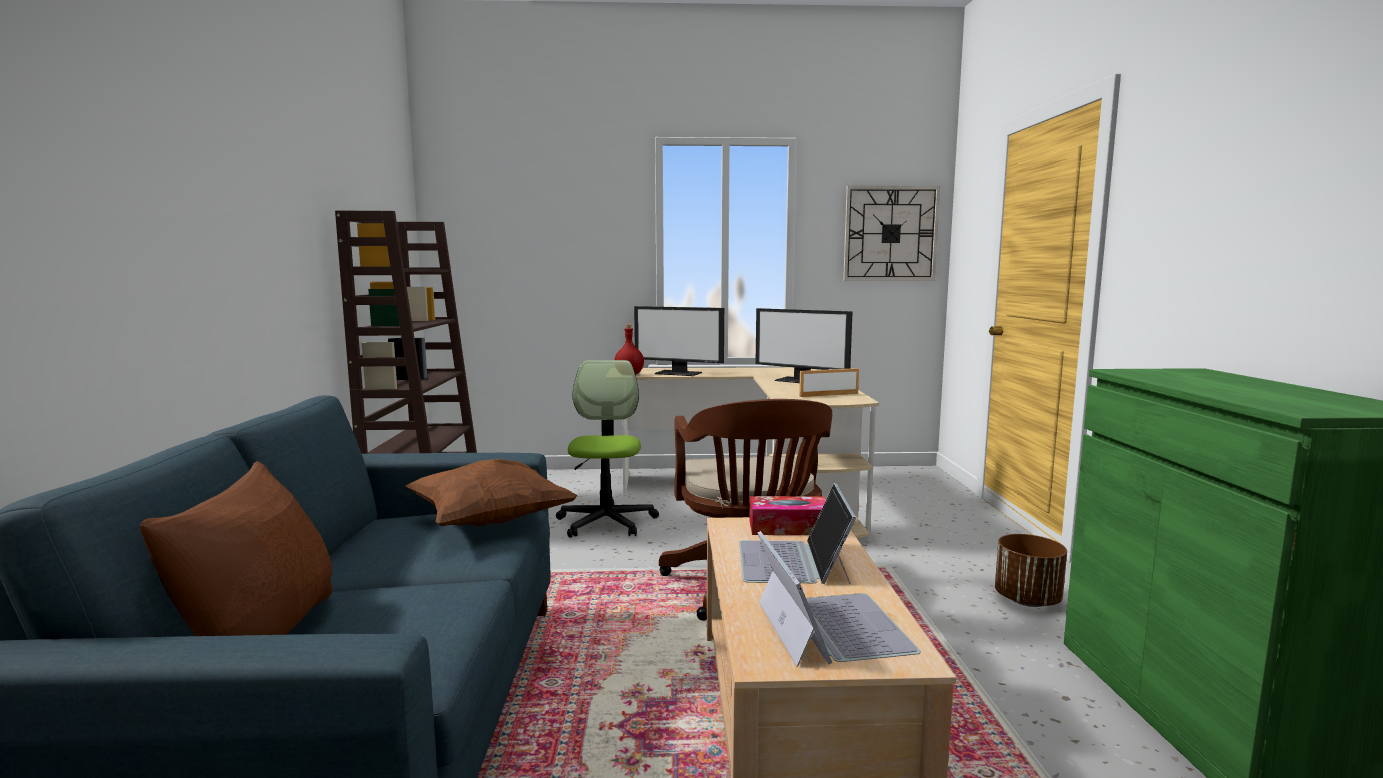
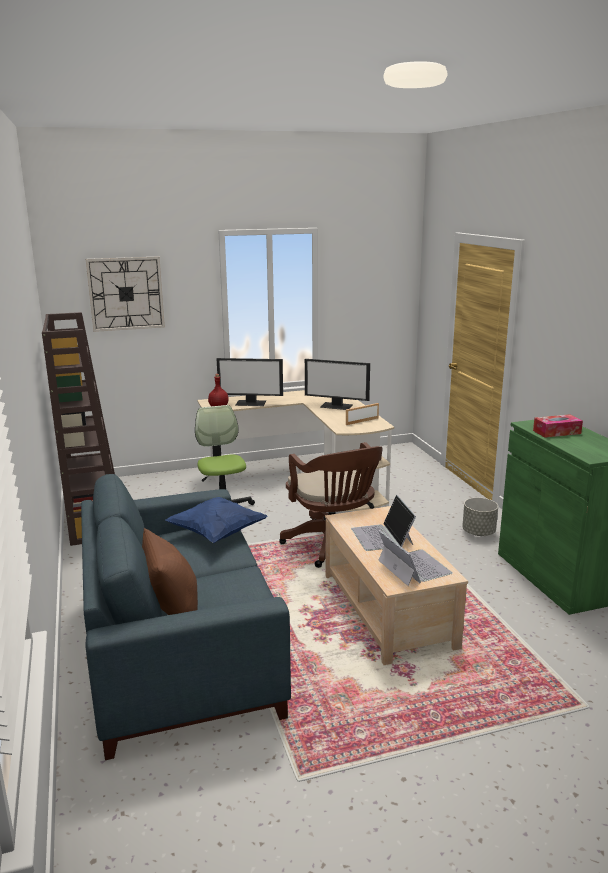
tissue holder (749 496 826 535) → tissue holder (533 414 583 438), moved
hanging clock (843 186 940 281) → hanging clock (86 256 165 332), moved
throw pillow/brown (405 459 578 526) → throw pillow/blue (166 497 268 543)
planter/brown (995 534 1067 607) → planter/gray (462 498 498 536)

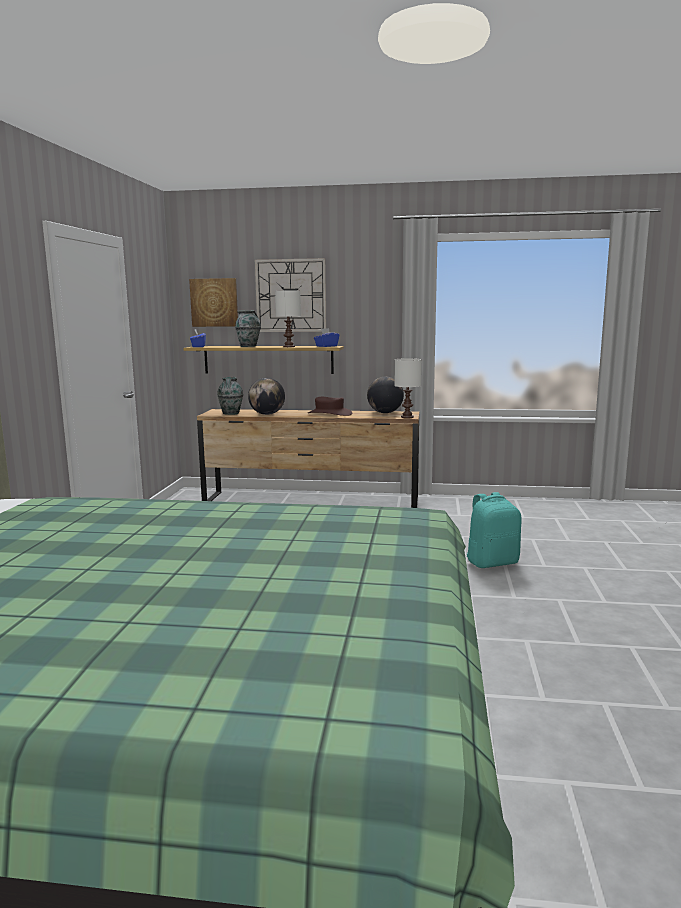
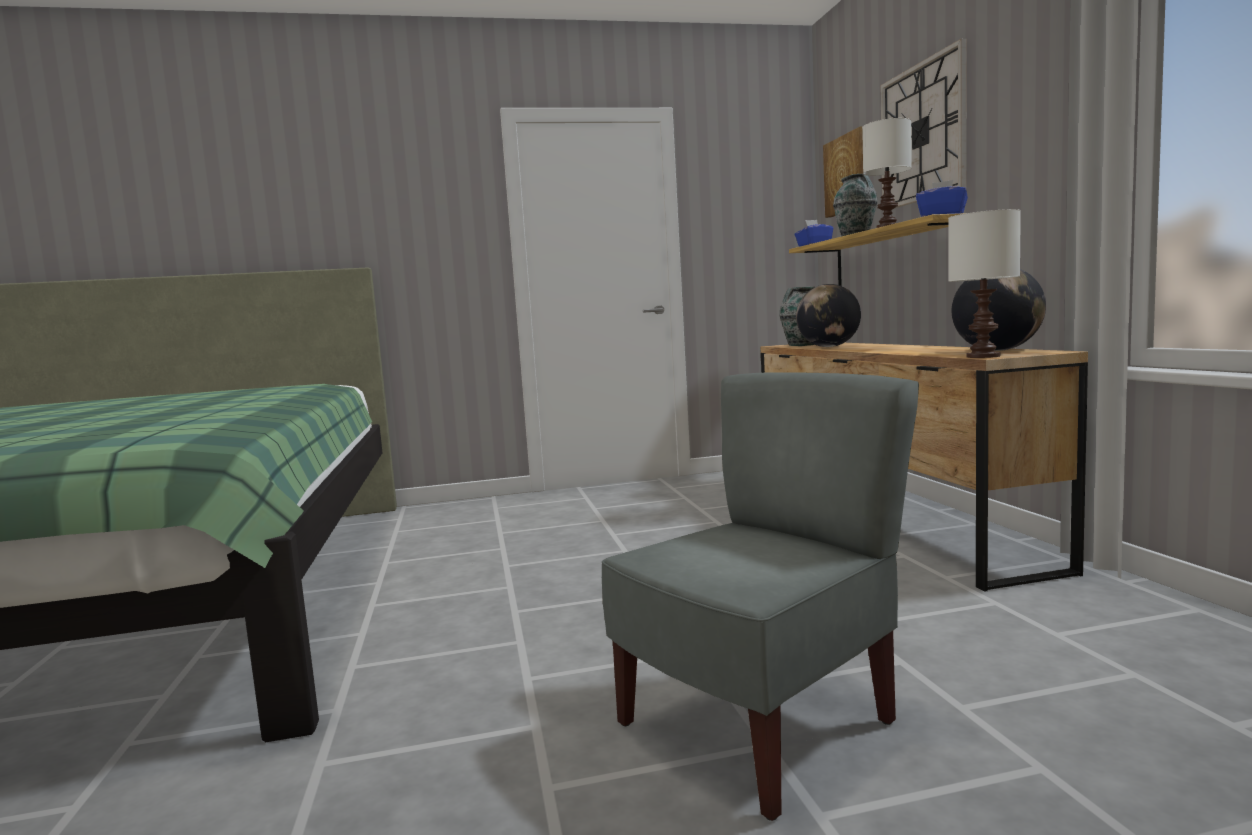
hat/brown (308 397 352 416) → -
rucksack/blue-green (467 492 521 568) → plain chair/gray (602 372 919 821)

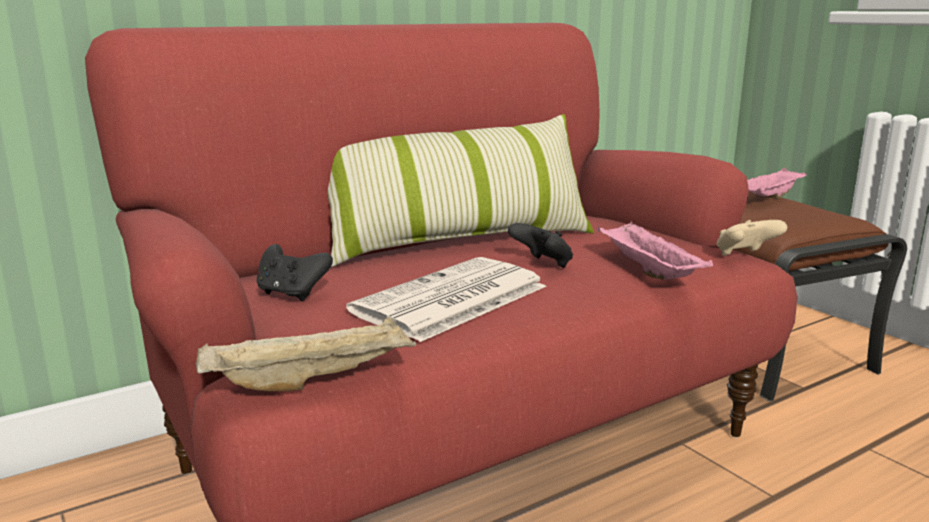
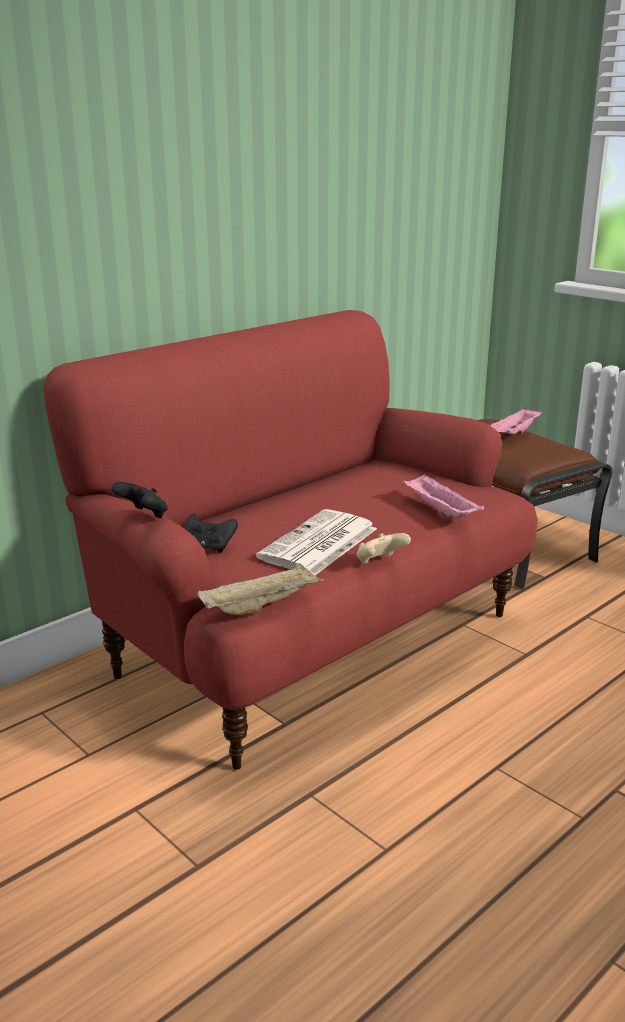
throw pillow (328 114 594 267) → -
joypad/black-coloured (508 223 573 268) → joypad/black-coloured (111 482 168 518), moved
joypad/beige (717 220 787 256) → joypad/beige (357 533 411 564), moved

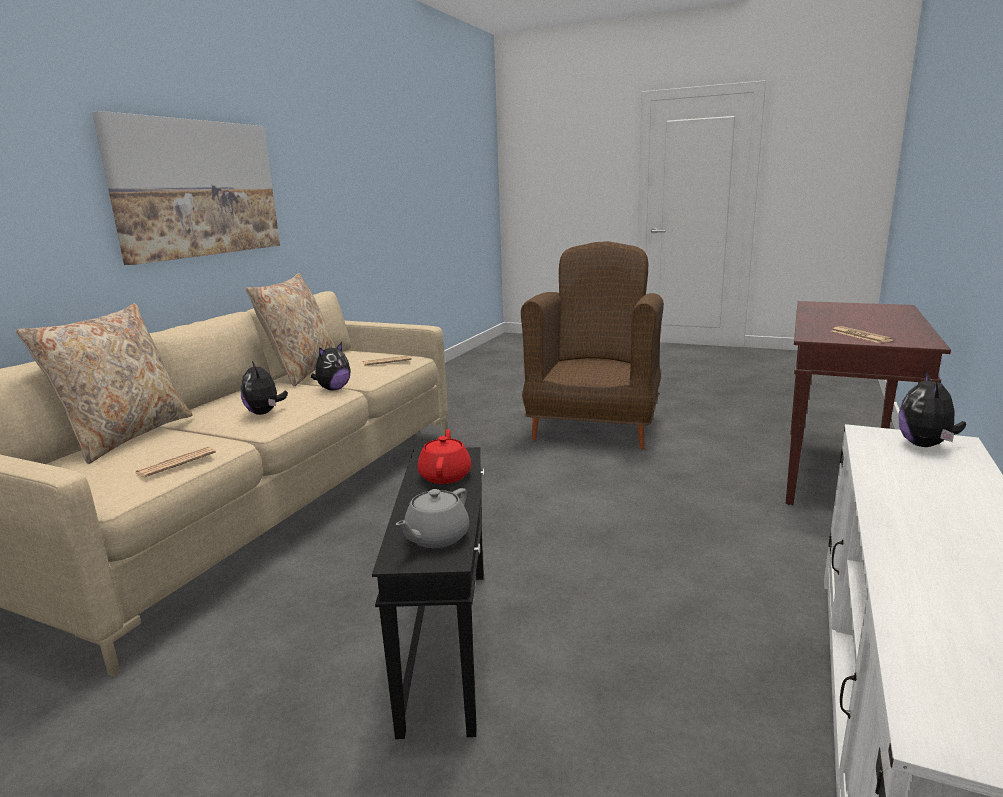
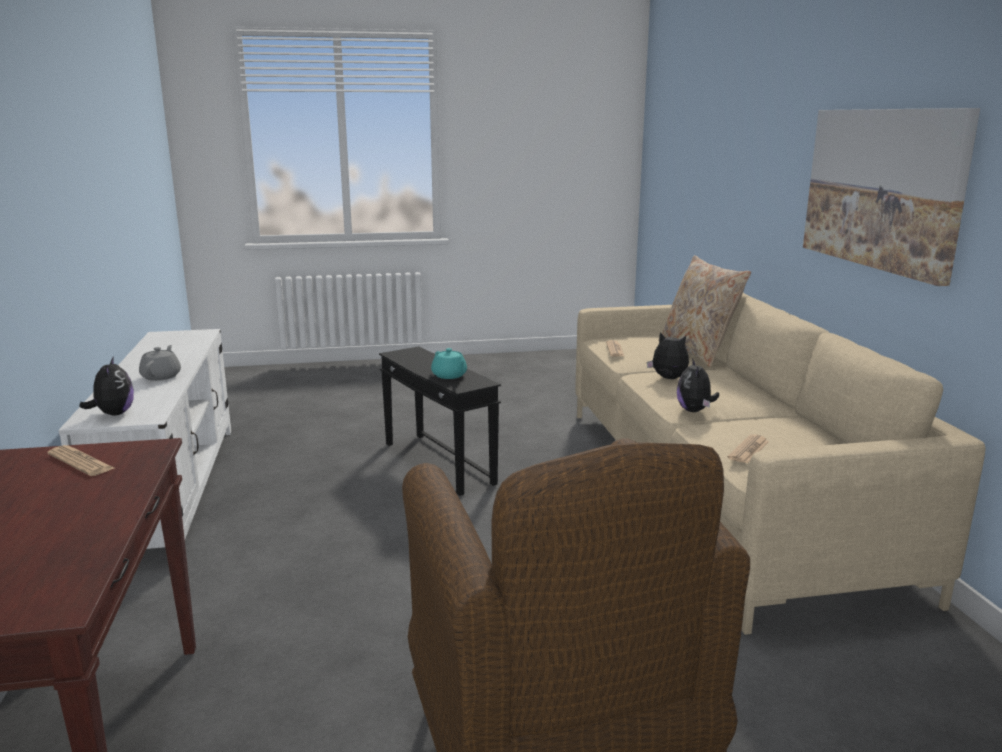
throw pillow/beige (246 273 335 386) → -
teapot/gray (396 488 469 548) → teapot/gray (139 345 181 381), moved
teapot/red-coloured (417 429 472 484) → teapot/blue-green (431 348 467 379)

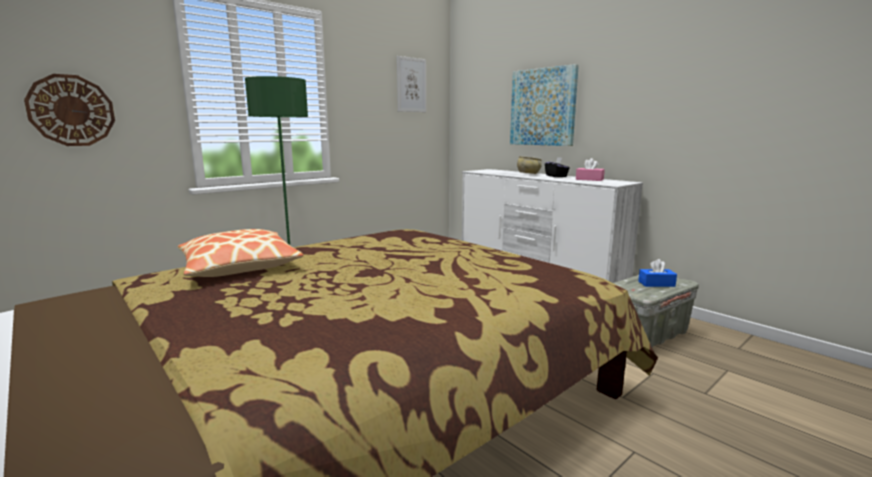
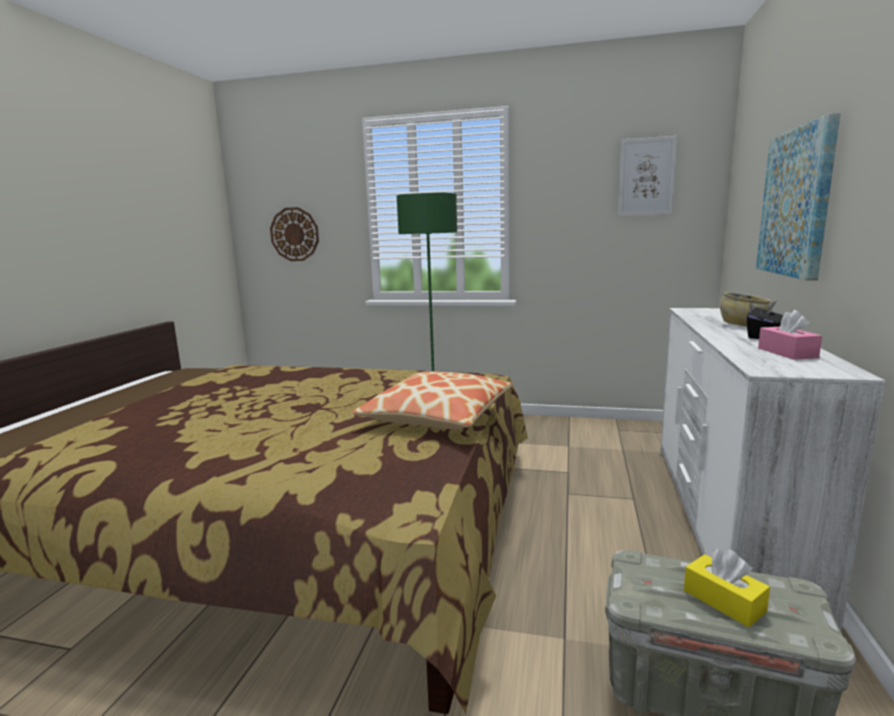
throw pillow (177 229 304 277) → throw pillow (352 371 513 429), moved
tissue holder/blue (638 259 677 287) → tissue holder/yellow (684 549 770 628)

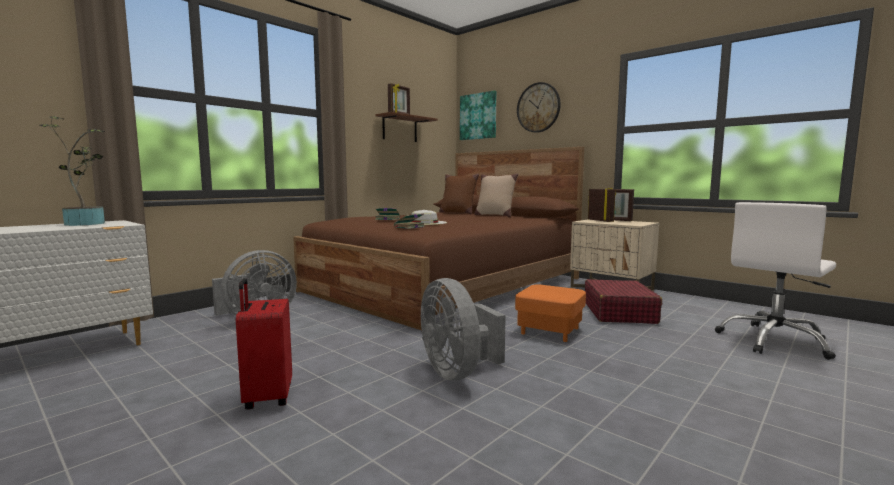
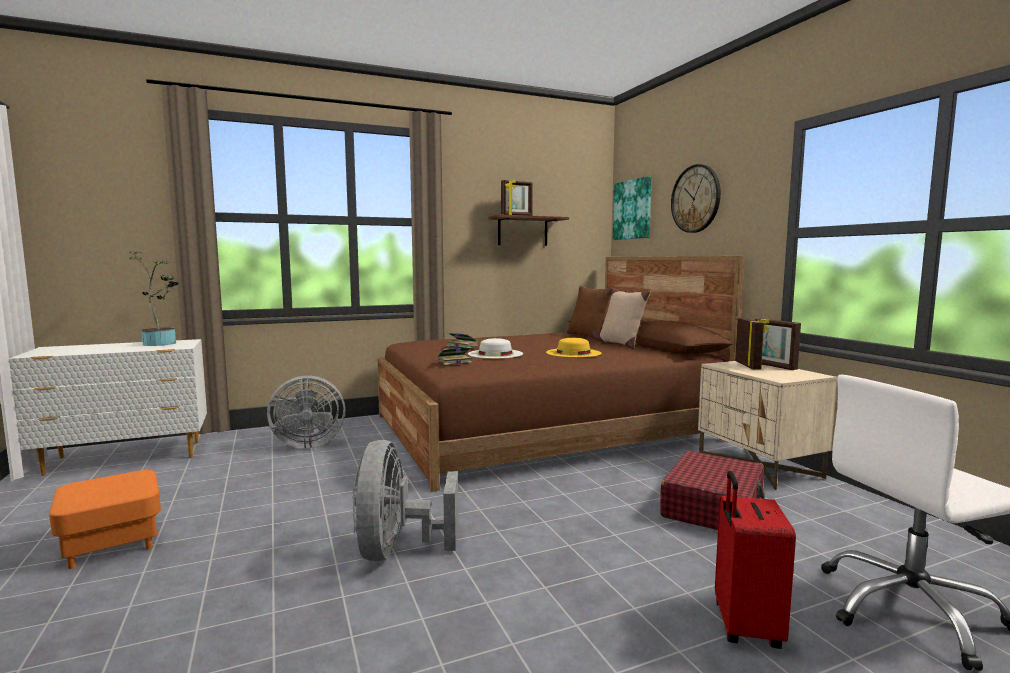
- → hat/yellow (546 338 601 358)
suitcase/red-coloured (236 278 292 410) → suitcase/red-coloured (715 471 796 649), moved
footrest/orangey (515 284 586 342) → footrest/orangey (49 470 161 569), moved

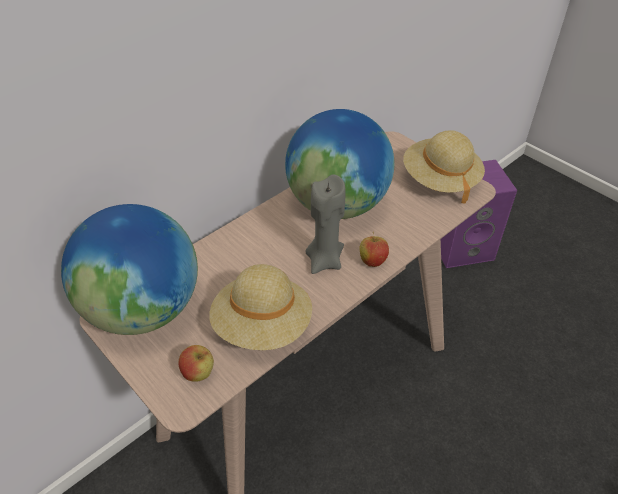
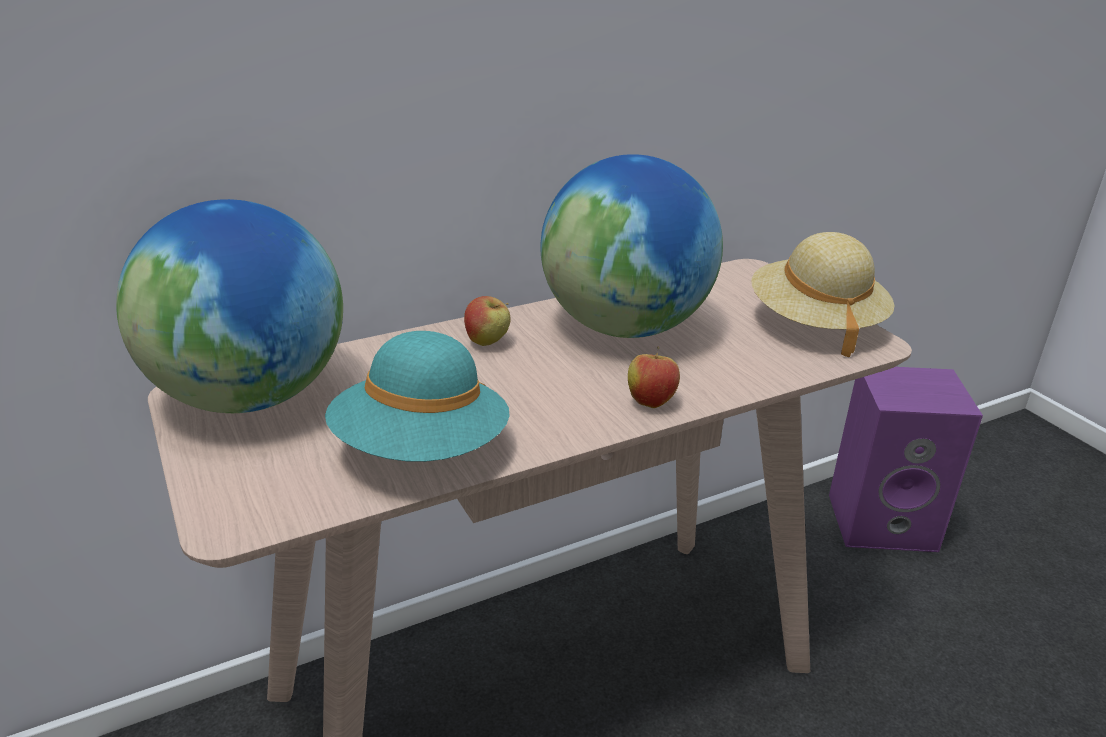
candle/gray (305 174 346 274) → -
apple (179 345 214 381) → apple (464 296 511 346), moved
hat/beige (209 264 312 350) → hat/blue-green (325 331 509 462)

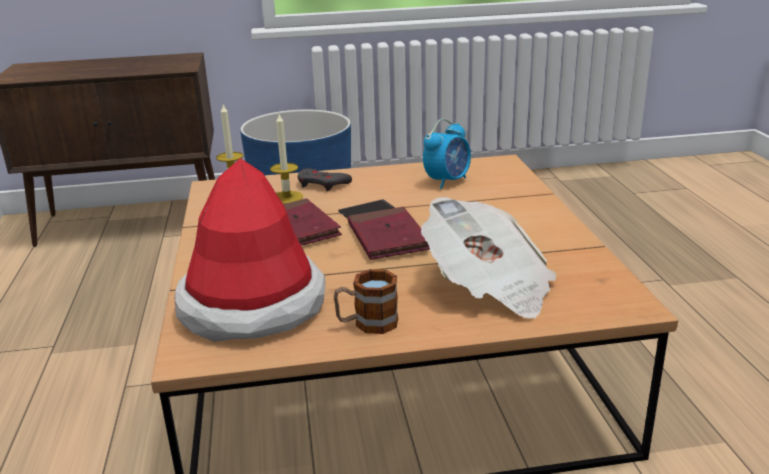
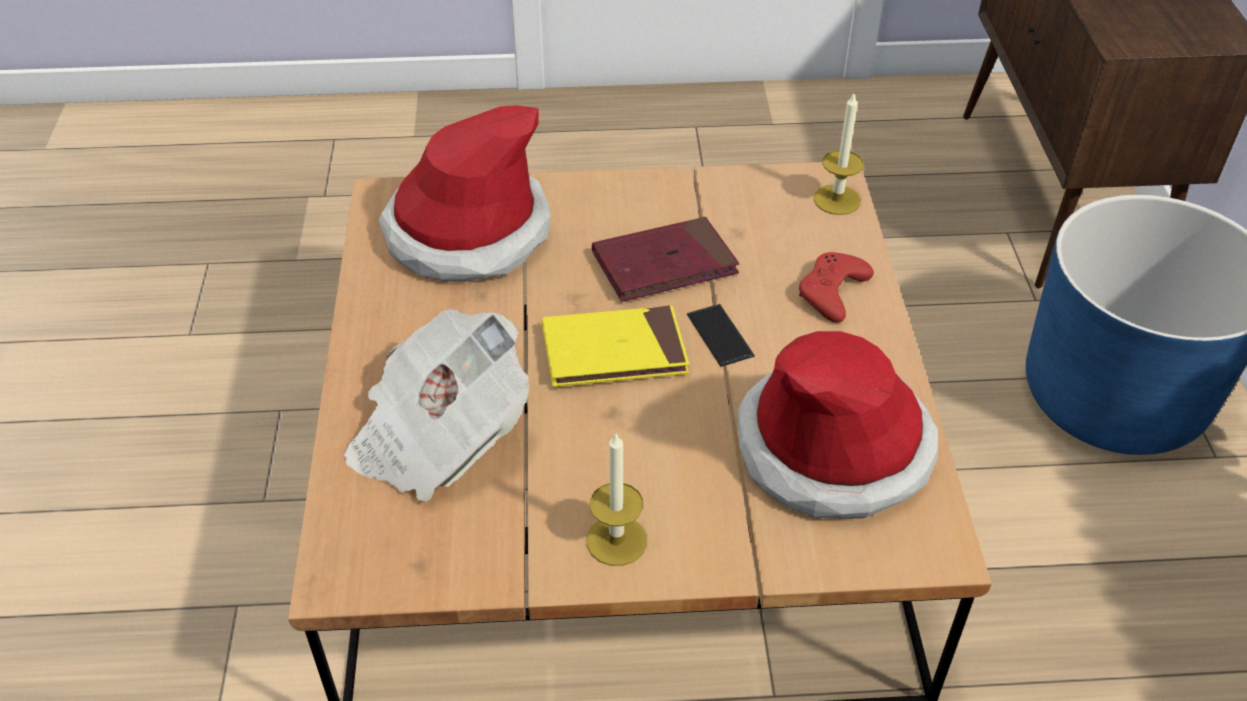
tea mug (334 269 398 334) → -
candle (270 114 303 204) → candle (586 432 647 566), moved
bedside clock (423 119 471 189) → hat (738 331 938 519)
joypad/gray (298 168 352 191) → joypad/red-coloured (799 252 874 323)
book/red-coloured (348 207 430 260) → book/yellow (542 305 689 387)

